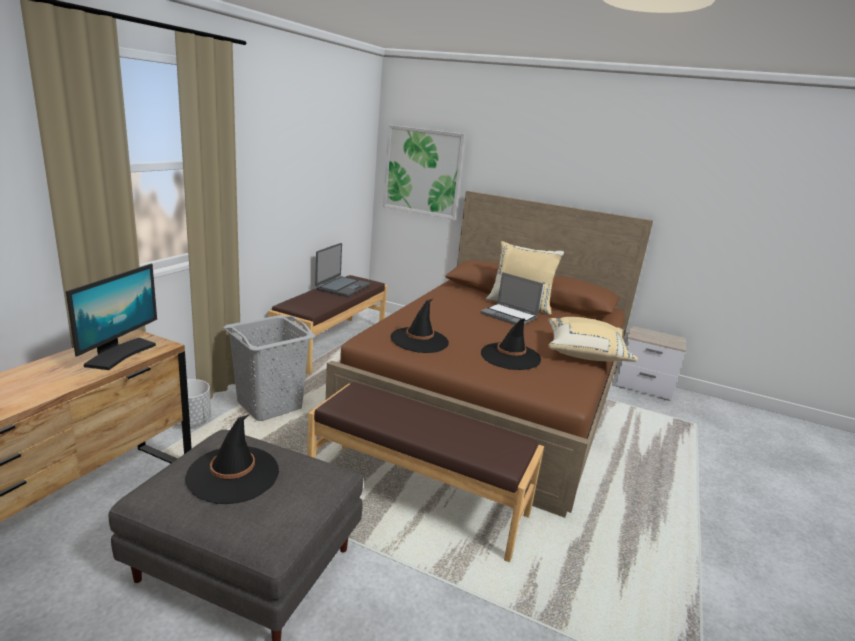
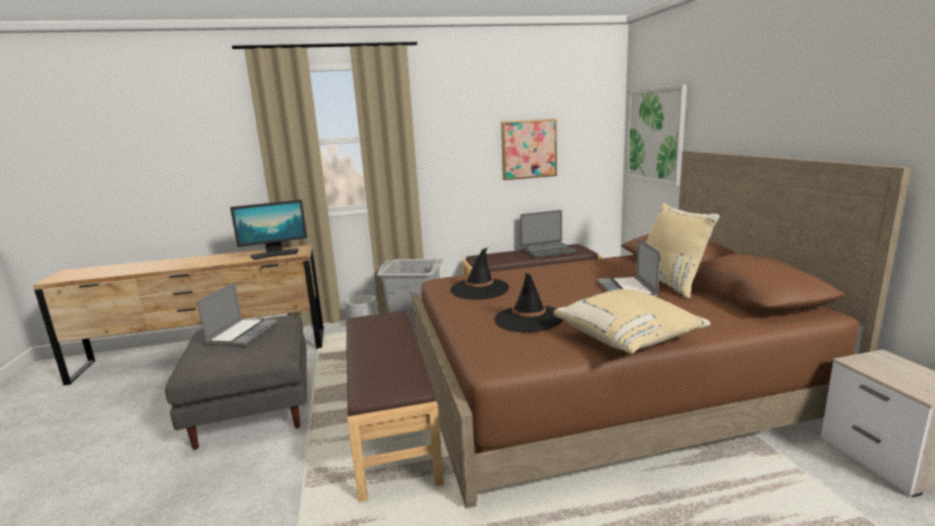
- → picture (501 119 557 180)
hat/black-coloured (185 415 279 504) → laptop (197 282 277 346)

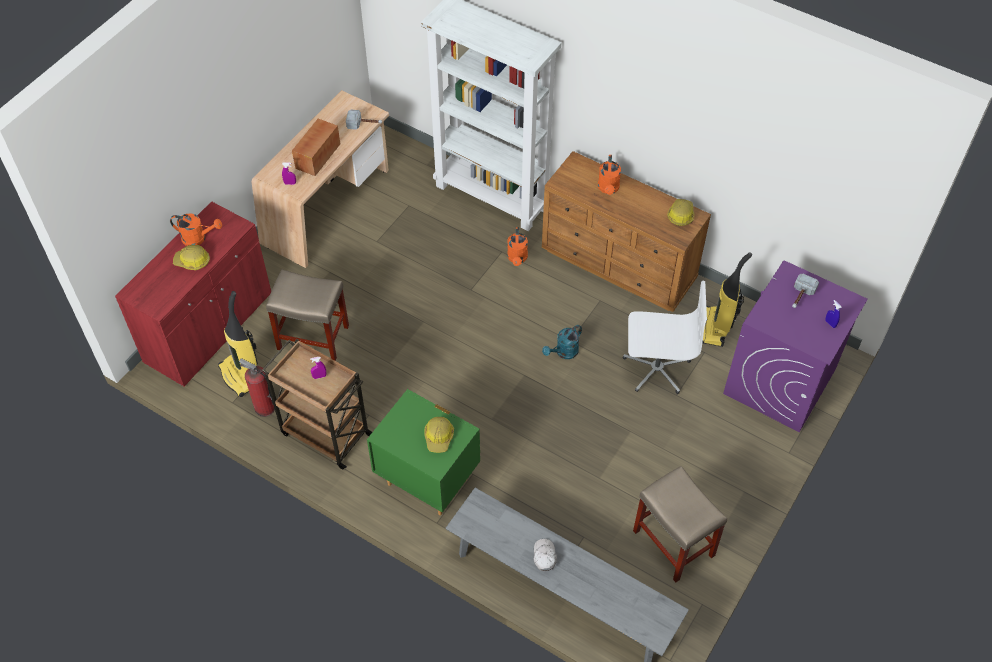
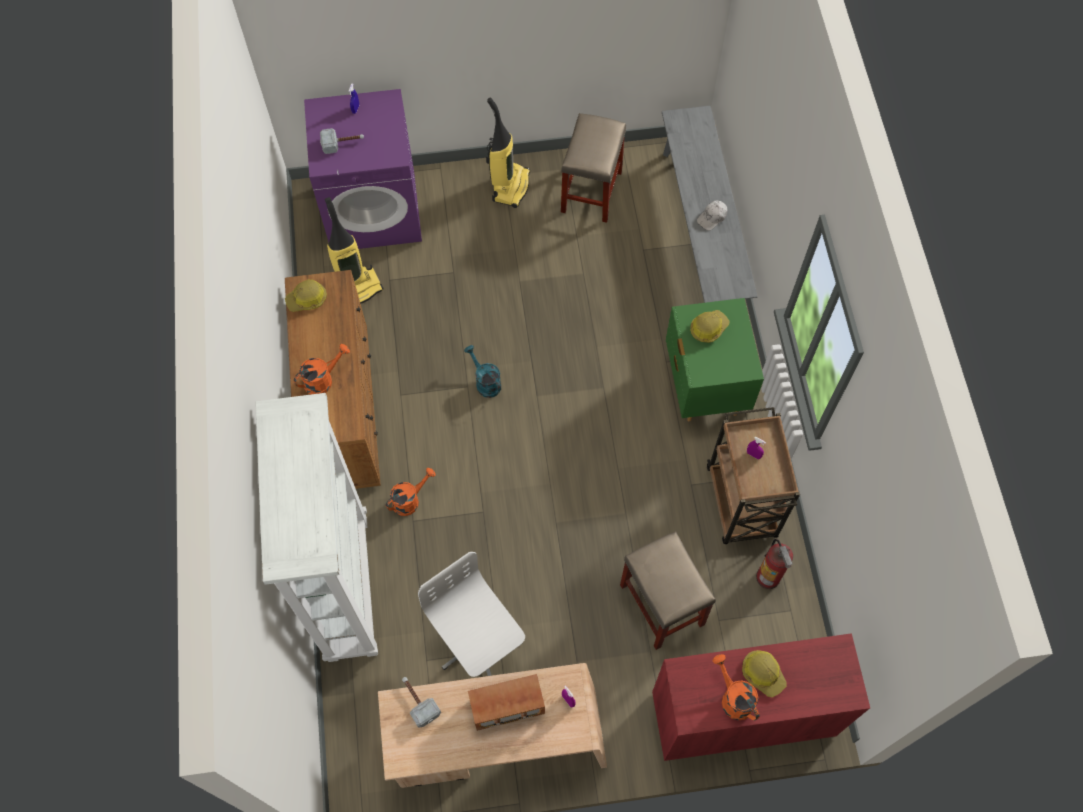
vacuum cleaner (218 291 258 397) → vacuum cleaner (486 97 530 208), moved
office chair/whitish (623 281 707 394) → office chair/whitish (418 552 525 677), moved
watering pot/blue-green (542 325 582 359) → watering pot/blue-green (464 345 501 398), 135 degrees counterclockwise

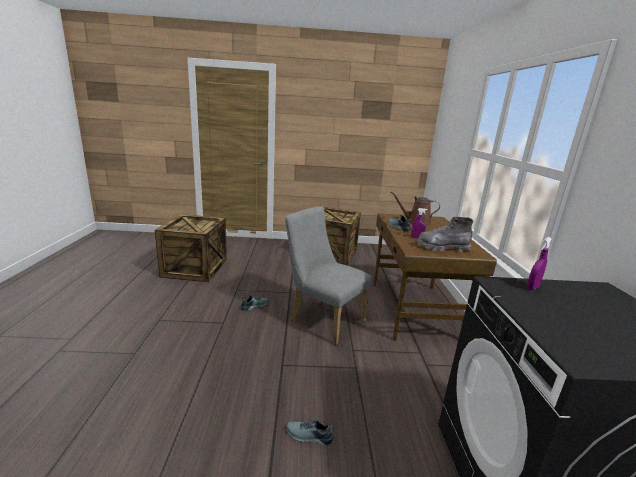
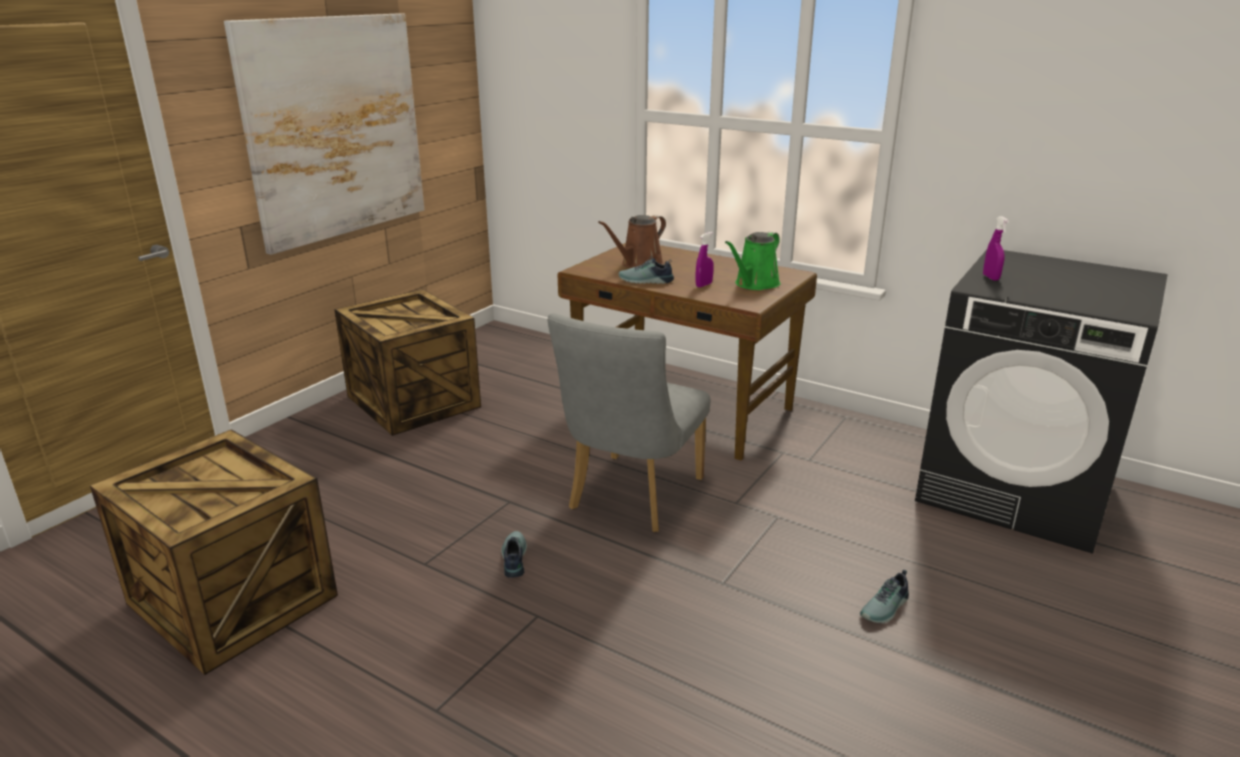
- → picture (224 13 424 255)
high-top boot/gray (417 216 473 252) → watering pot/green-coloured (725 232 780 290)
plain chair/gray (285 206 372 345) → plain chair/gray (548 313 711 532), 45 degrees counterclockwise

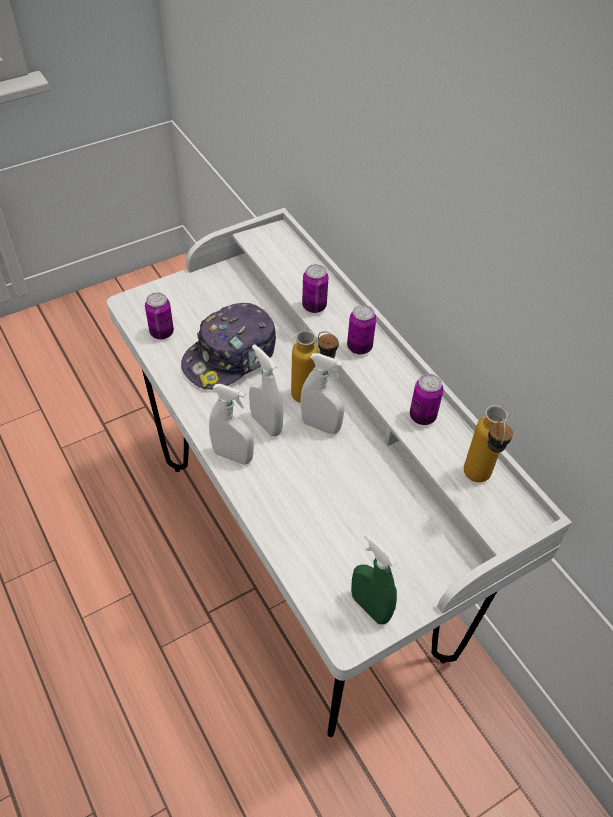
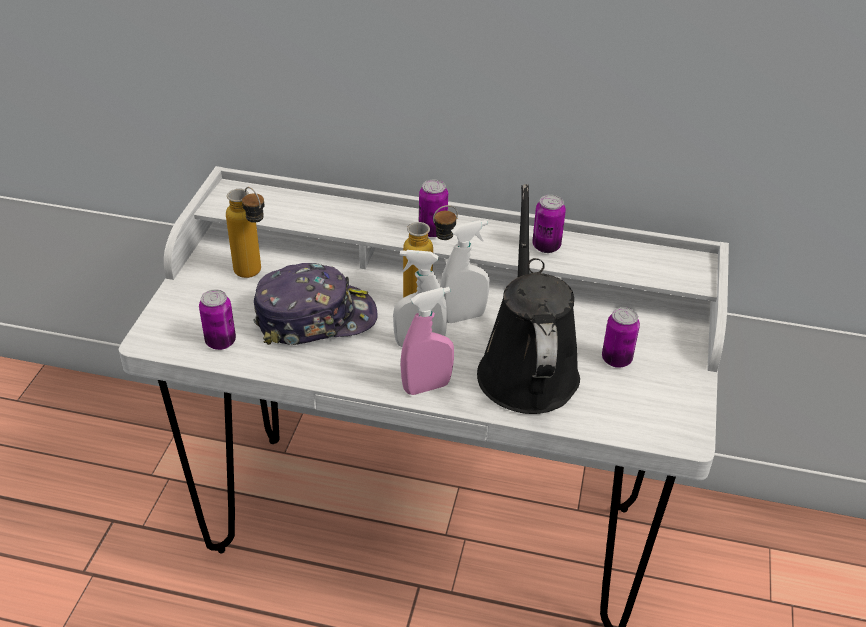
hand sprayer/green-coloured (351 533 397 624) → -
- → watering pot/black-coloured (477 184 580 414)
metal can (302 264 329 313) → metal can (602 307 640 368), moved
drink bottle (464 405 513 482) → drink bottle (226 187 264 278), moved
hand sprayer/whitish (209 384 254 465) → hand sprayer/pinkish (401 287 454 395)
peaked cap (181 303 276 390) → peaked cap (254 263 378 345), 105 degrees counterclockwise

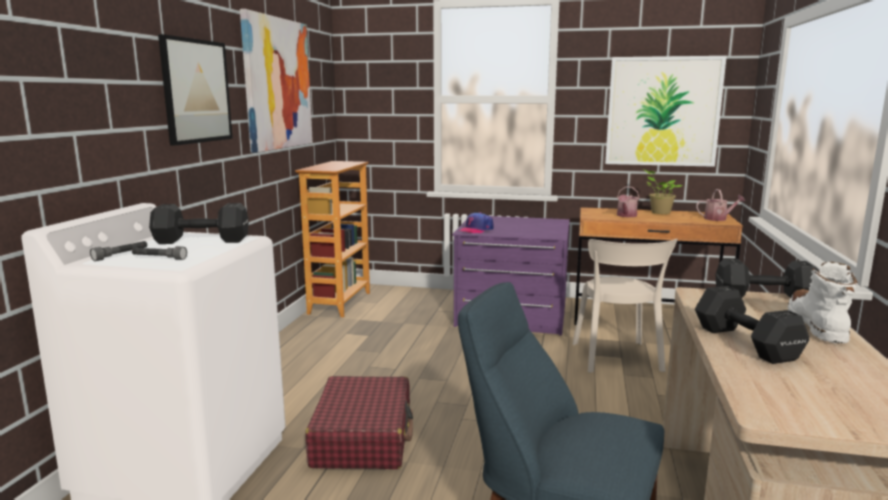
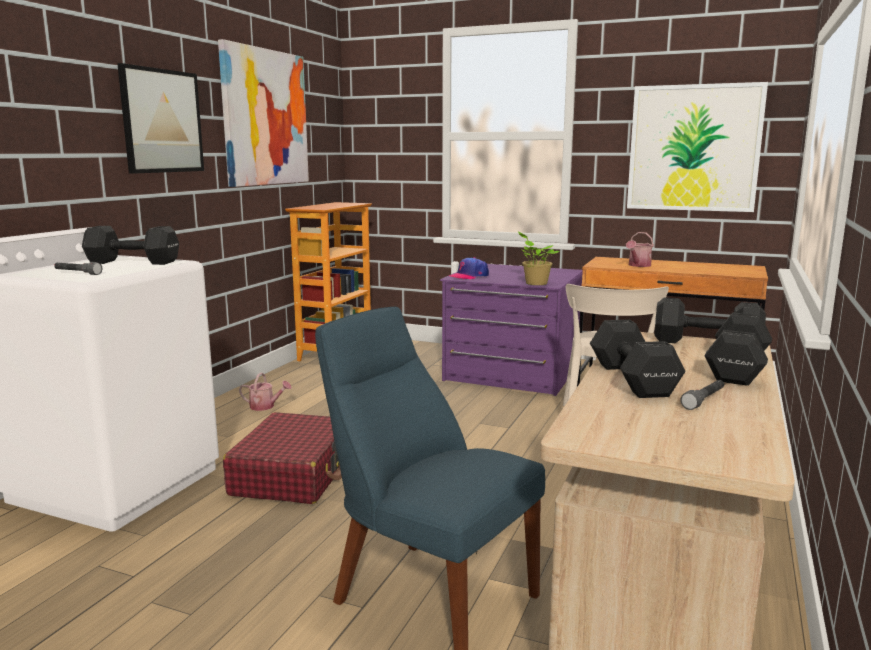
hand torch/gray (90 241 147 261) → hand torch/gray (680 380 724 410), moved
potted plant (643 169 682 214) → potted plant (518 232 560 285), moved
watering pot (696 189 746 221) → watering pot (239 373 291 411), moved
high-top boot/whitish (788 262 858 344) → dumbbell/black-coloured (705 312 772 386)

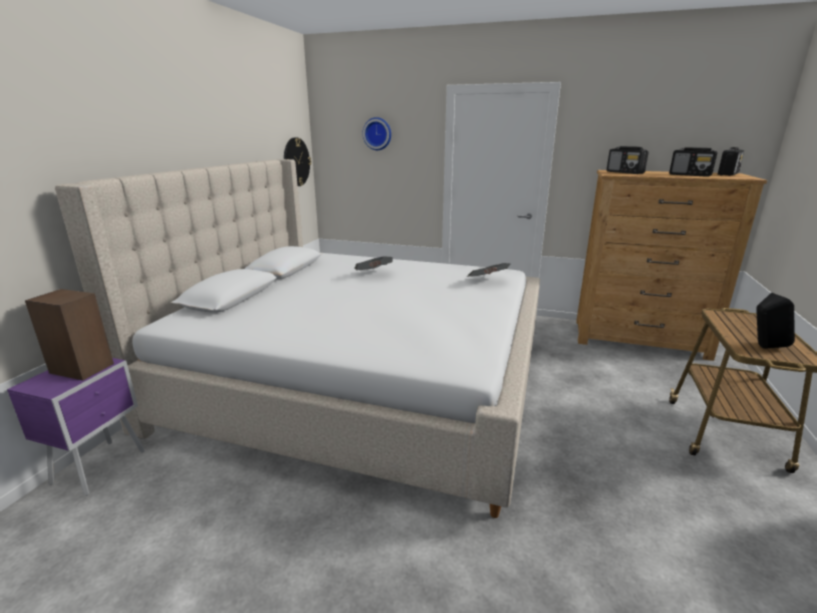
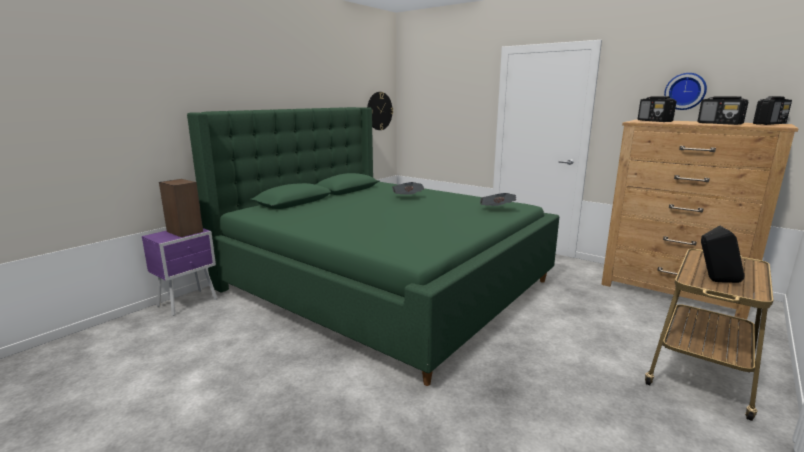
hanging clock (363 117 391 150) → hanging clock (664 73 707 110), moved
bed/beige (55 159 540 518) → bed/green-coloured (187 107 559 386)

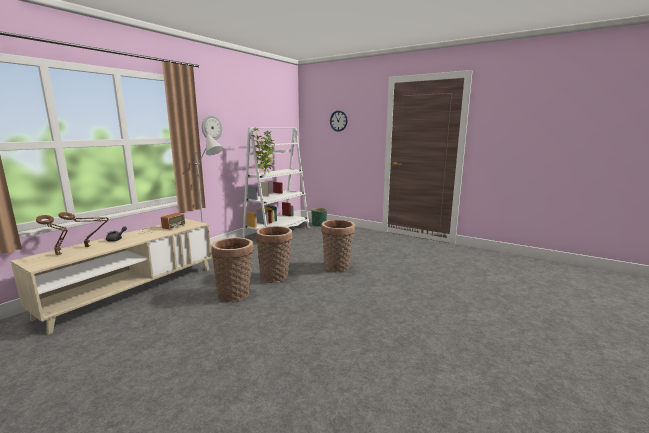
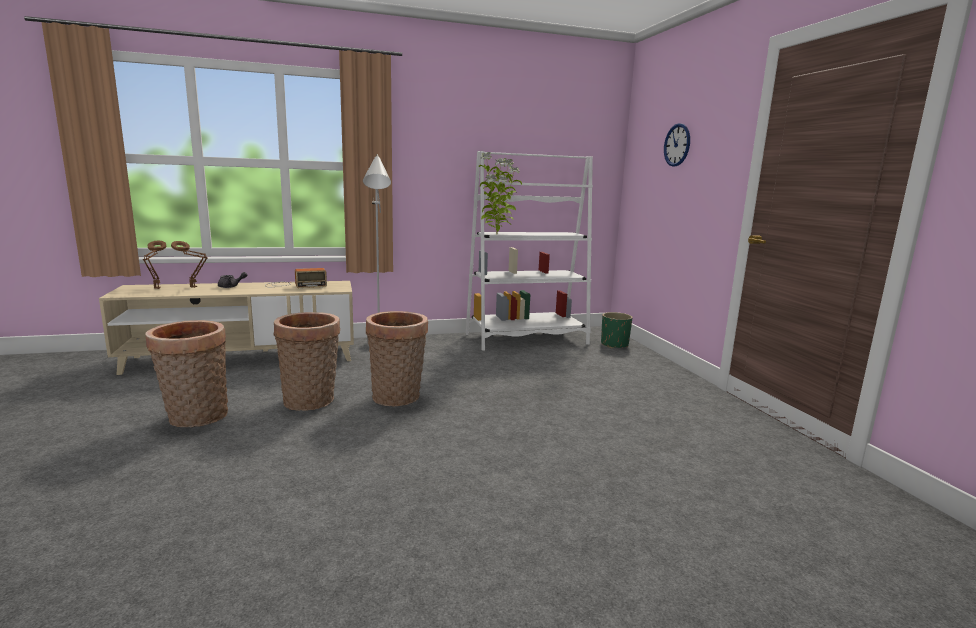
hanging clock (202 115 222 140) → -
storage basket (321 220 355 272) → storage basket (145 320 228 427), moved

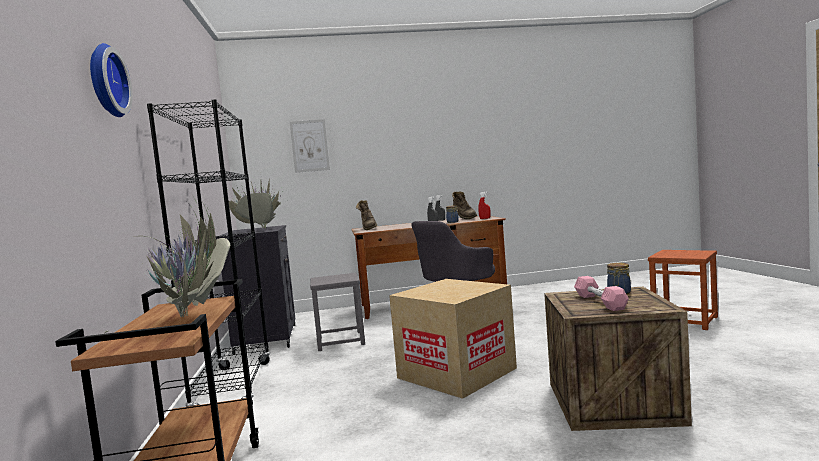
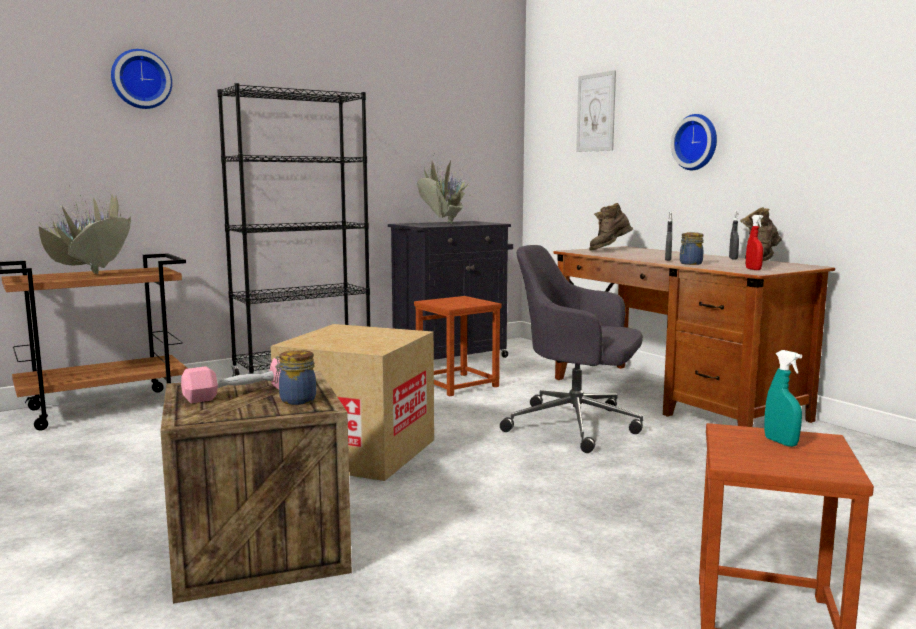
- → hanging clock (671 114 717 170)
- → hand sprayer/blue-green (764 350 802 447)
stool/gray (310 273 365 351) → stool/brown (414 296 502 396)

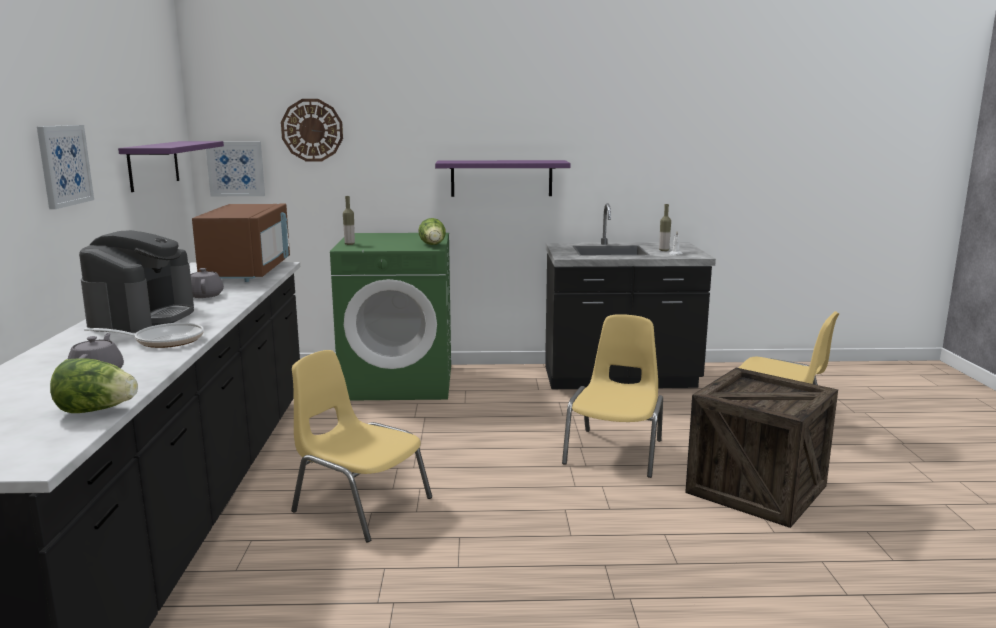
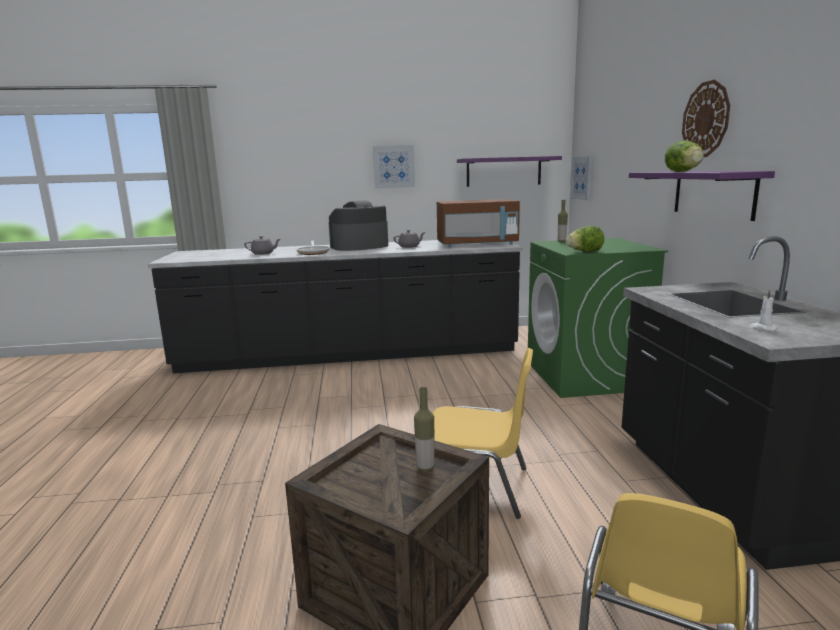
plain chair/yellow (291 350 432 542) → -
head of lettuce (50 358 138 413) → head of lettuce (665 140 704 172), moved
hanging clock (281 99 343 161) → hanging clock (682 80 730 157), moved
drink bottle (659 204 671 251) → drink bottle (414 387 435 471), moved
coffee brewer (79 230 194 333) → coffee brewer (329 200 388 251), 150 degrees clockwise

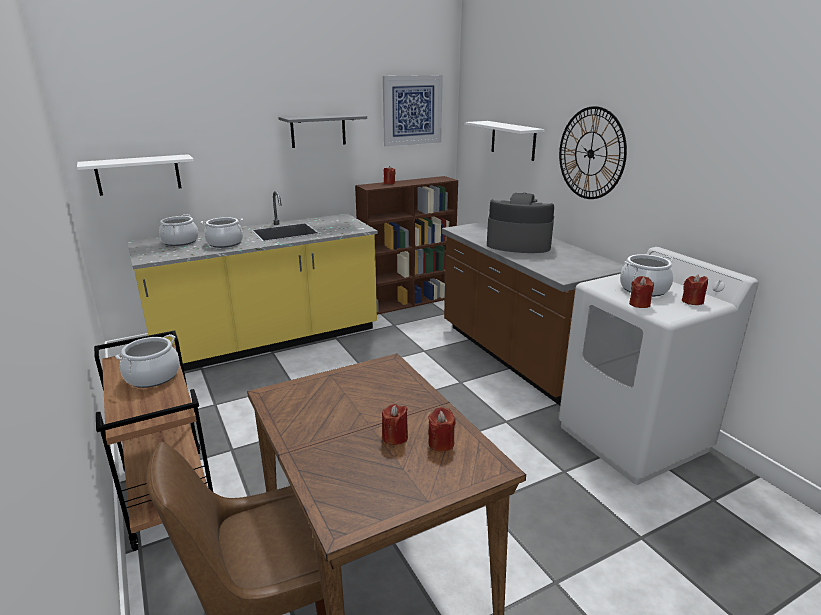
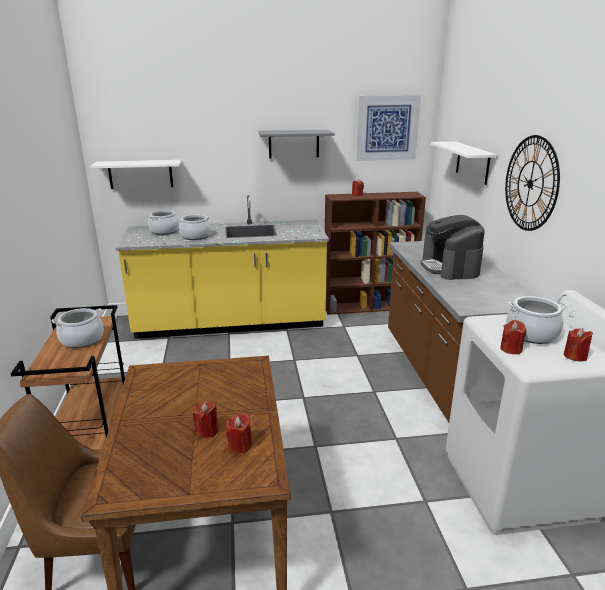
coffee brewer (487 193 554 253) → coffee brewer (421 215 485 280), 135 degrees counterclockwise

